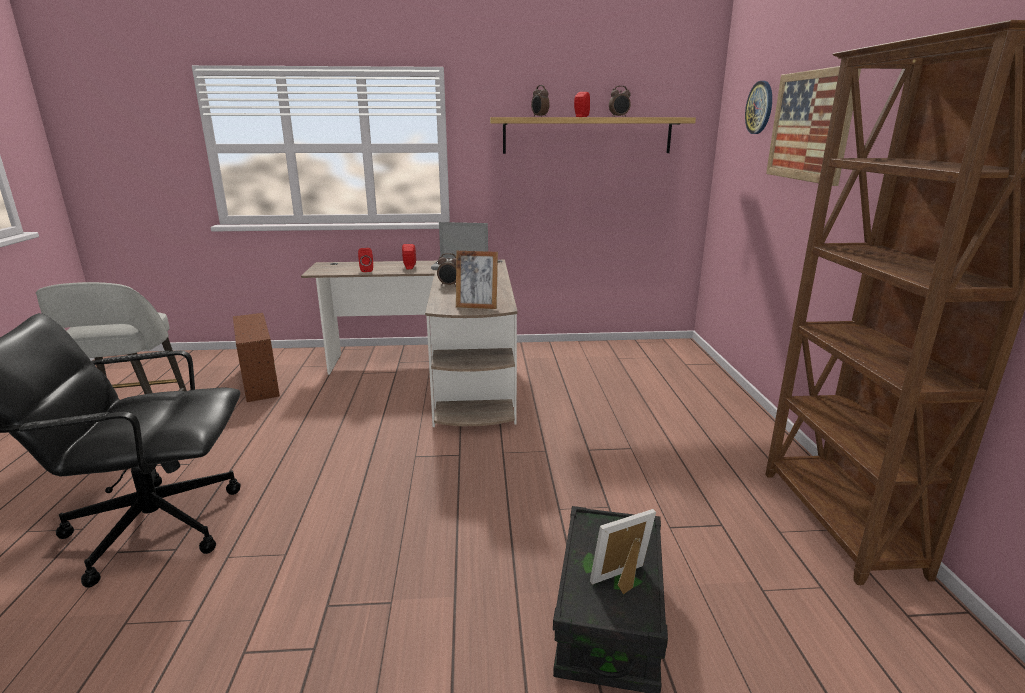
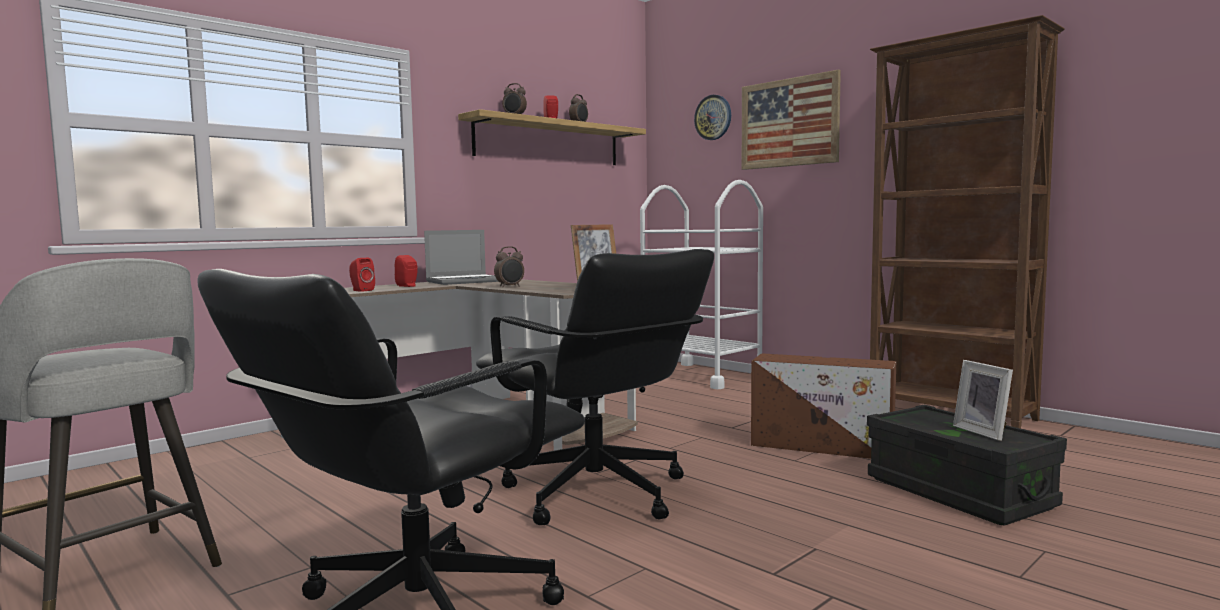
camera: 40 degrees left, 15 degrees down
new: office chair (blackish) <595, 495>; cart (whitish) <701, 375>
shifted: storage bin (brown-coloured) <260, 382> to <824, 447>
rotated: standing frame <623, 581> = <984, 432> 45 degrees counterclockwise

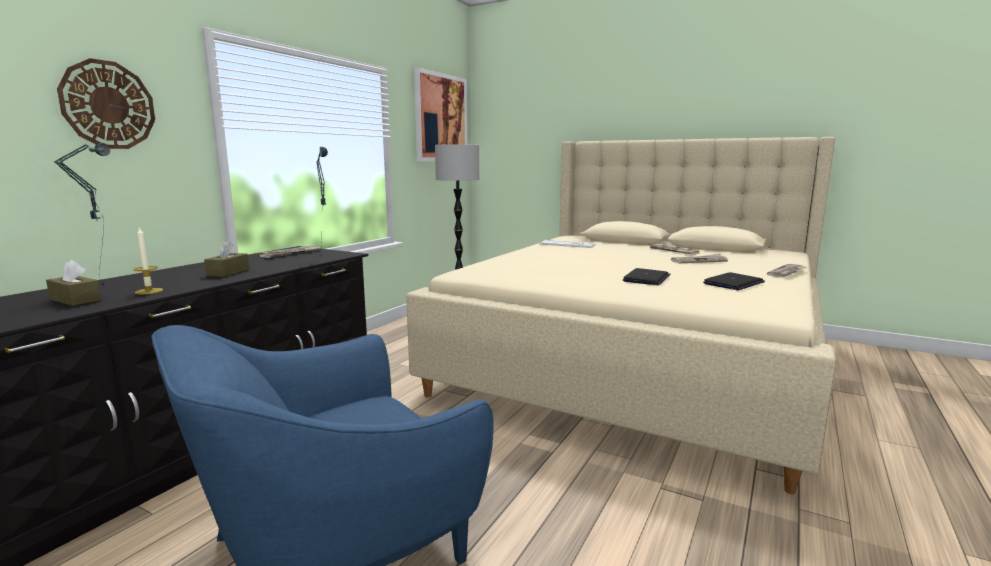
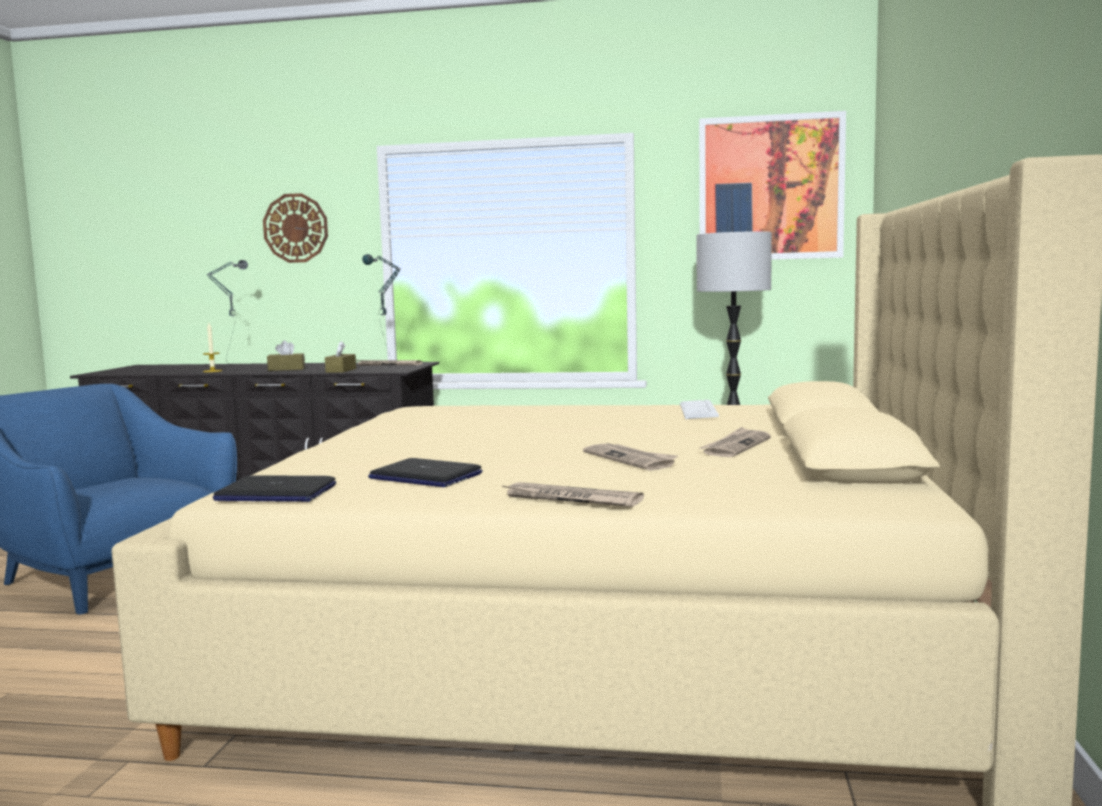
camera: 70 degrees right, 5 degrees down
shifted: box of tissues (brown-coloured) <75, 300> to <341, 370>; portable computer <646, 278> to <275, 493>

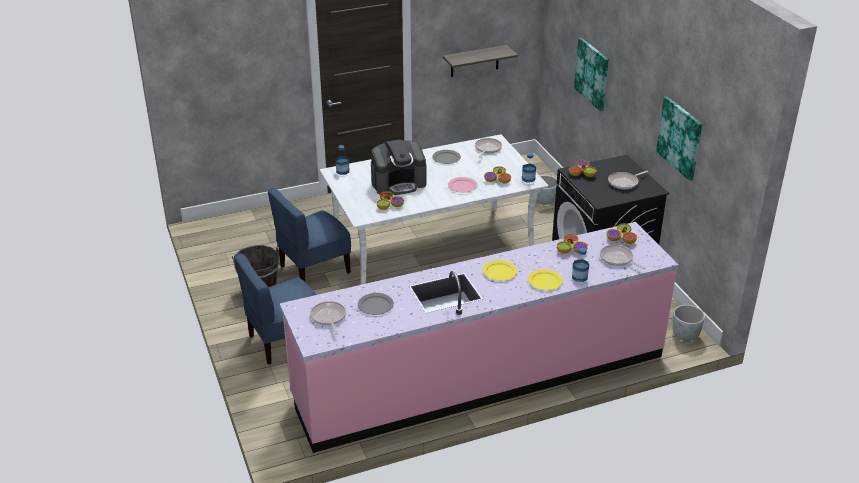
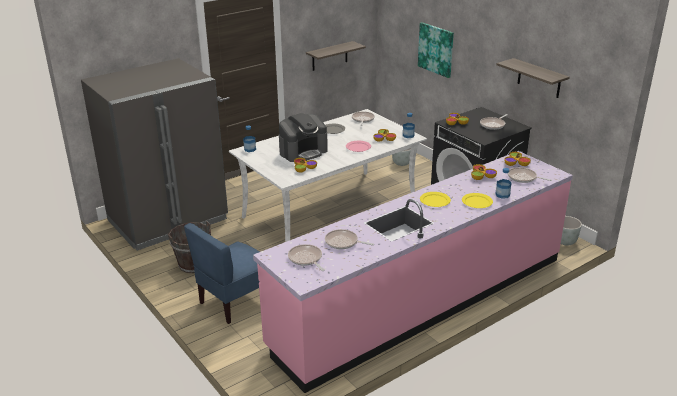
camera: 15 degrees left, 5 degrees down
gone: plain chair (blue-coloured) <314, 269>
new: refrigerator (gray) <168, 220>
swapped: dinner plate (gray) <375, 306> to skillet <343, 242>; wall art <680, 137> to wall shelf <539, 78>

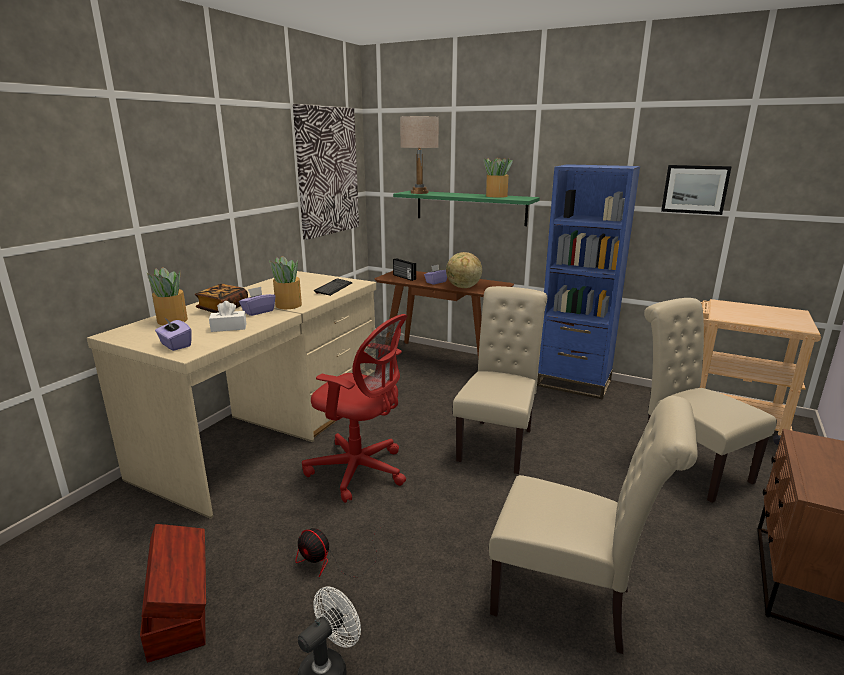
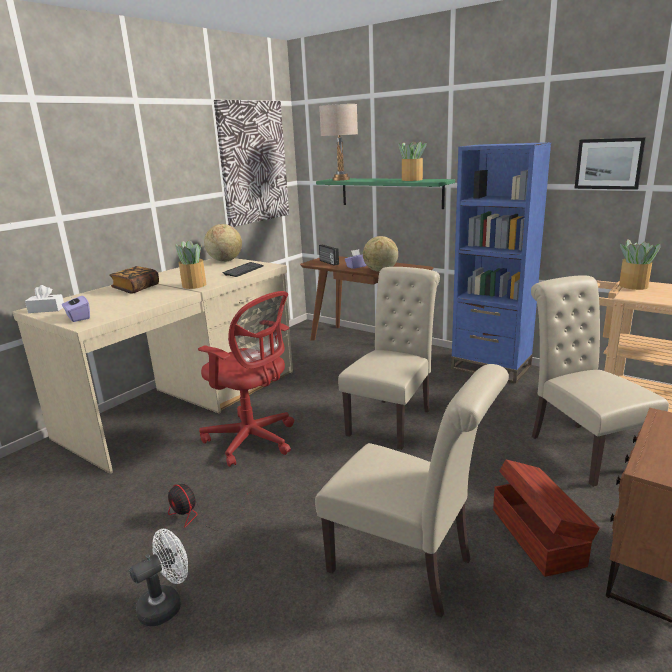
camera: 10 degrees right, 0 degrees up
gone: box of tissues (purplish) <258, 311>
new: globe <225, 261>
shifted: storage bin (brown-coloured) <180, 608> to <537, 535>; plant in a pot <172, 320> to <633, 286>; box of tissues (whitish) <229, 327> to <46, 309>

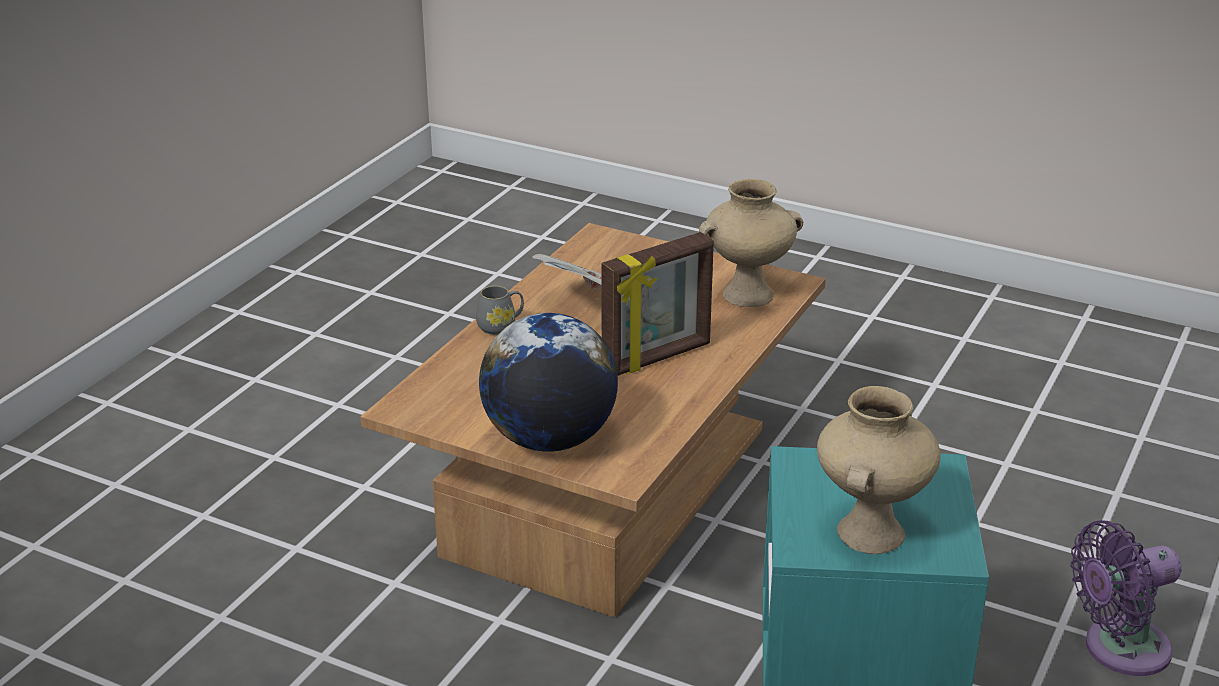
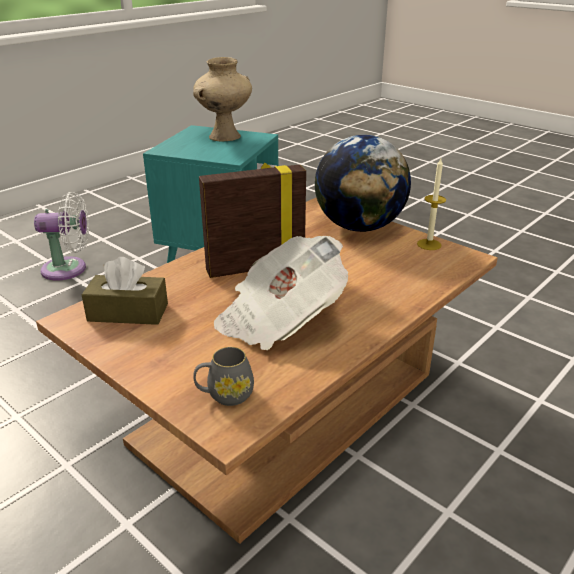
camera: 165 degrees left, 0 degrees up
new: wax candle <429, 244>
shifted: coffee mug (gray) <501, 326> to <225, 395>
swapped: decorative vase (beige) <748, 294> to box of tissues (brown-coloured) <128, 312>
repainted: fan (purplish) <1119, 649> to fan (whitish) <69, 269>

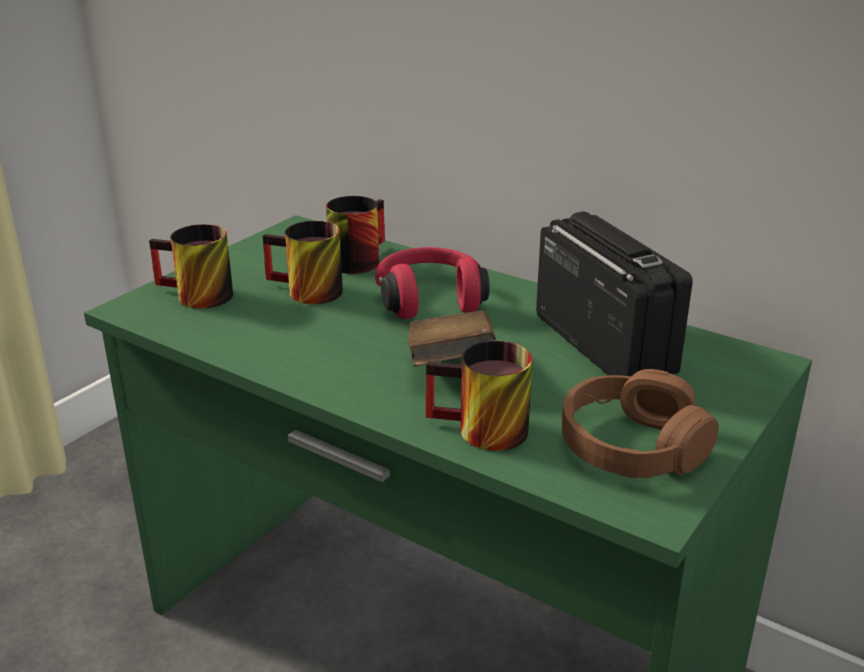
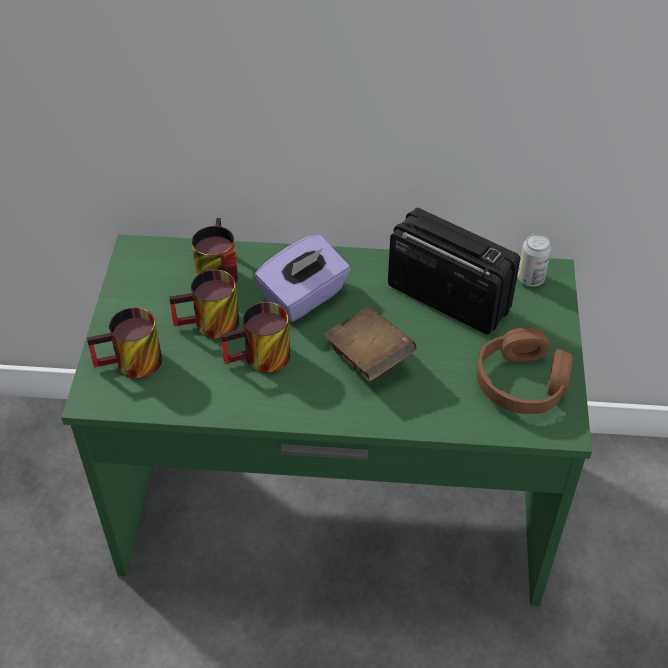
camera: 30 degrees left, 20 degrees up
new: metal can <530, 279>
shifted: coffee mug <480, 432> to <261, 360>
swapped: headset (reddish) <429, 299> to box of tissues (purplish) <304, 297>

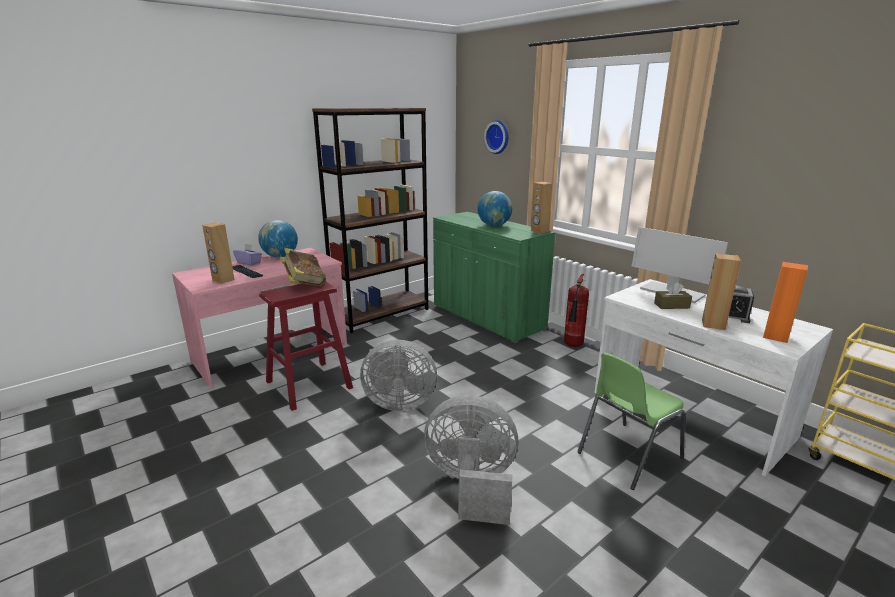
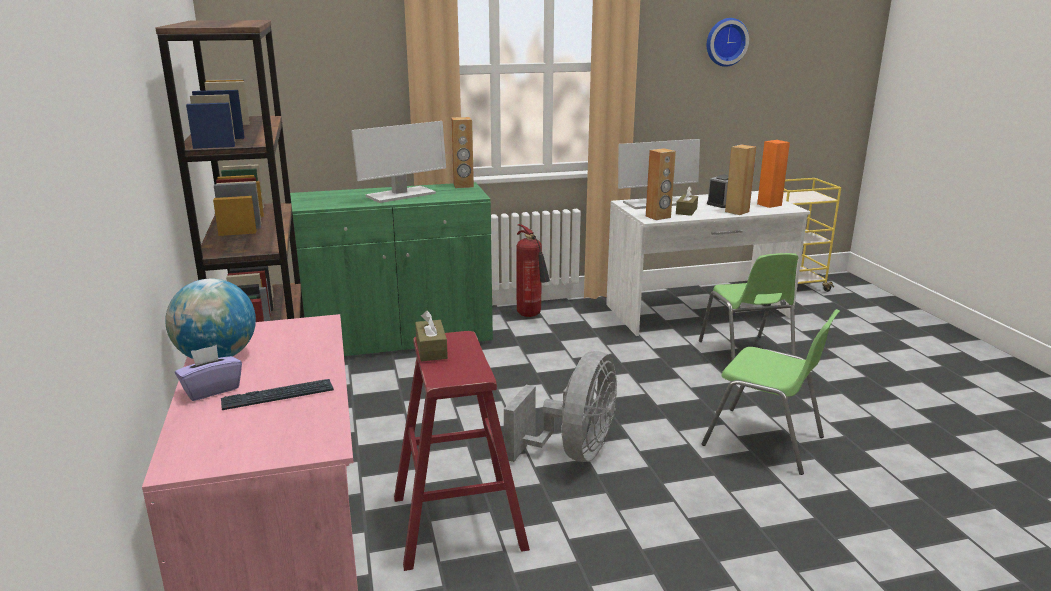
camera: 65 degrees left, 0 degrees up
shifted: audio speaker (brown-coloured) <223, 280> to <658, 217>; hanging clock <498, 137> to <725, 42>
swapped: book <304, 284> to box of tissues (brown-coloured) <431, 349>; fan (gray) <472, 485> to plain chair (green-coloured) <765, 441>; globe <494, 225> to computer screen <400, 195>

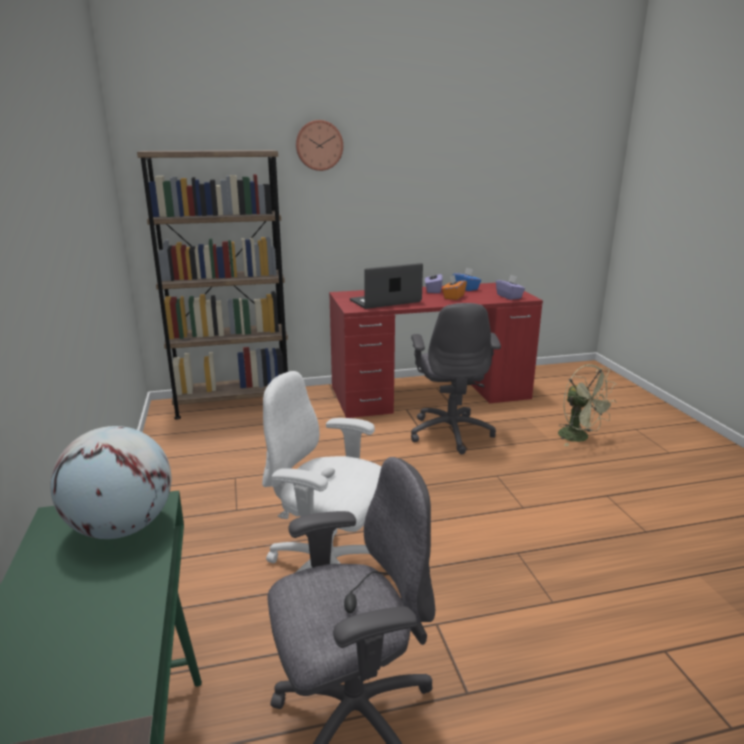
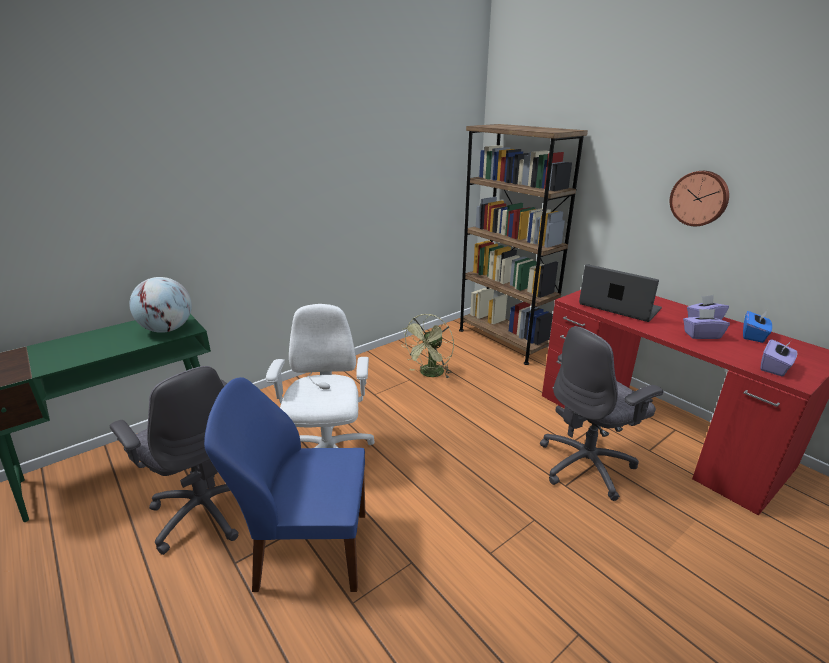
camera: 65 degrees right, 5 degrees up
new: plain chair (blue-coloured) <309, 549>
shifted: hanging clock <319, 145> to <699, 198>; fan (green-coloured) <579, 438> to <430, 374>
repainted: box of tissues (orange) <453, 297> to box of tissues (purplish) <701, 335>

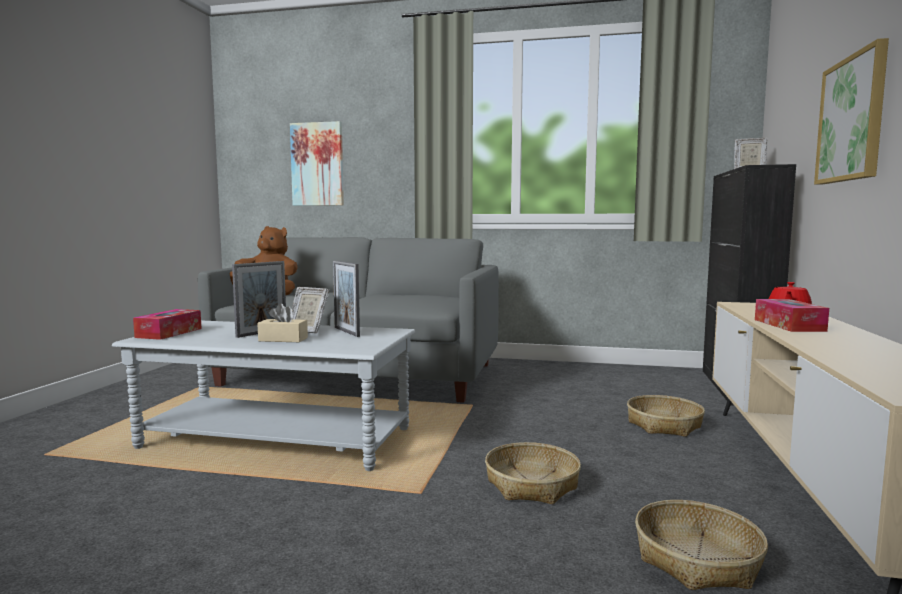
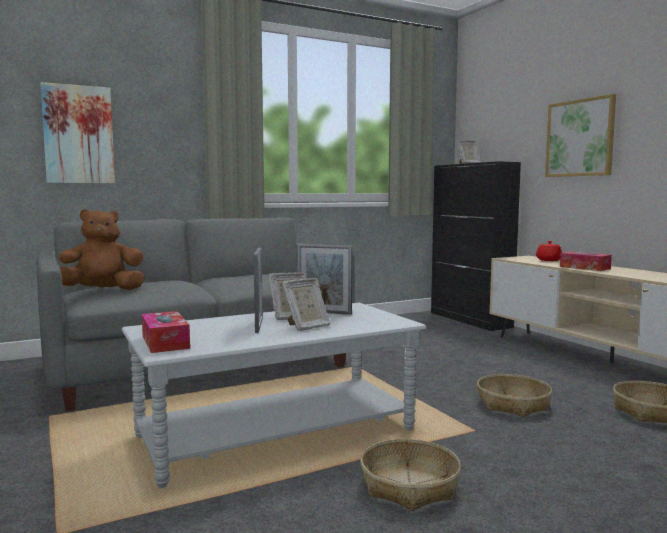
camera: 40 degrees left, 0 degrees up
shifted: storage basket <664, 425> to <410, 485>
swapped: box of tissues (beige) <283, 339> to standing frame <306, 326>

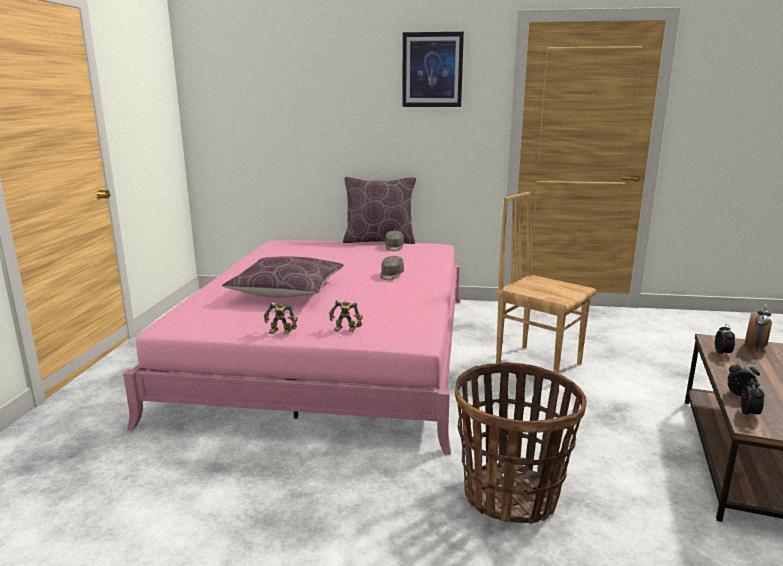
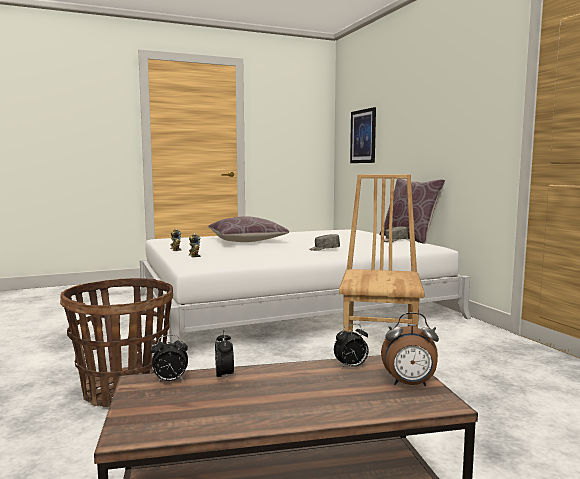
camera: 60 degrees right, 10 degrees down
shifted: wall art <432, 70> to <363, 136>
repainted: sleeping bed (pink) <332, 350> to sleeping bed (whitish) <290, 305>

